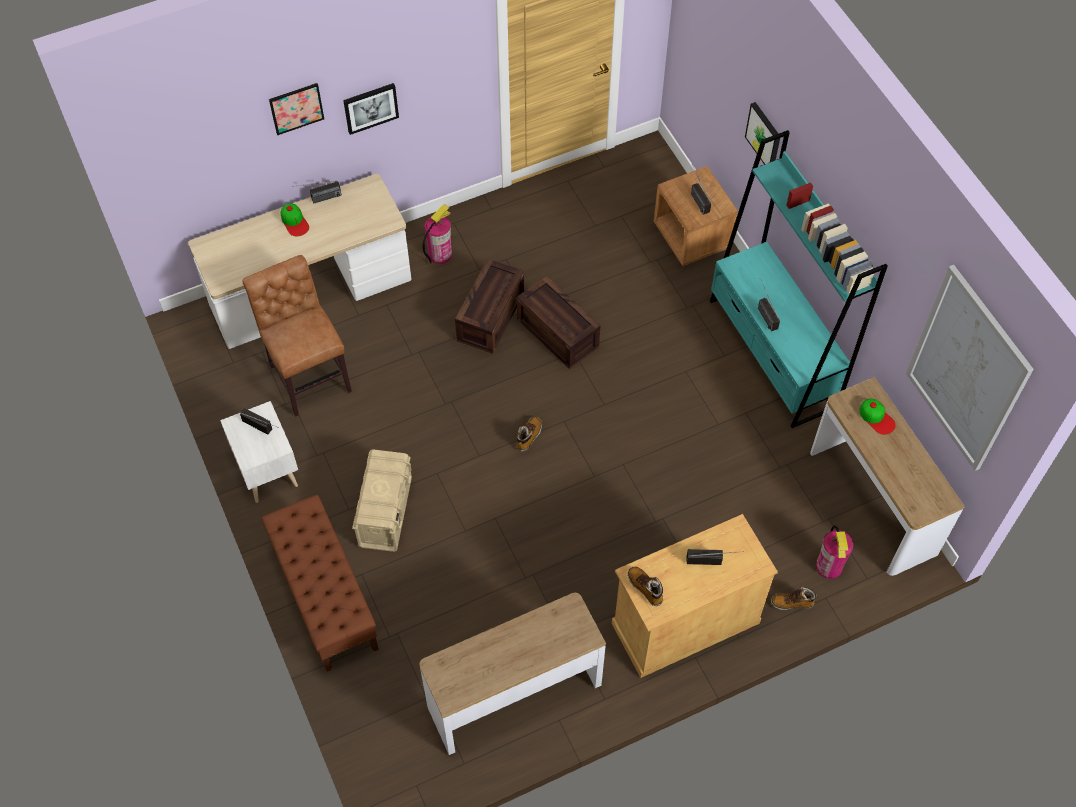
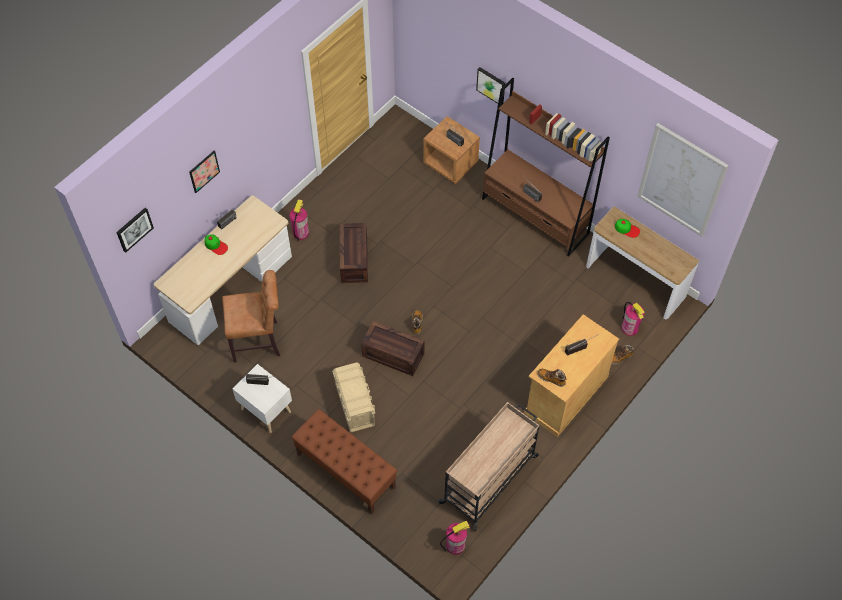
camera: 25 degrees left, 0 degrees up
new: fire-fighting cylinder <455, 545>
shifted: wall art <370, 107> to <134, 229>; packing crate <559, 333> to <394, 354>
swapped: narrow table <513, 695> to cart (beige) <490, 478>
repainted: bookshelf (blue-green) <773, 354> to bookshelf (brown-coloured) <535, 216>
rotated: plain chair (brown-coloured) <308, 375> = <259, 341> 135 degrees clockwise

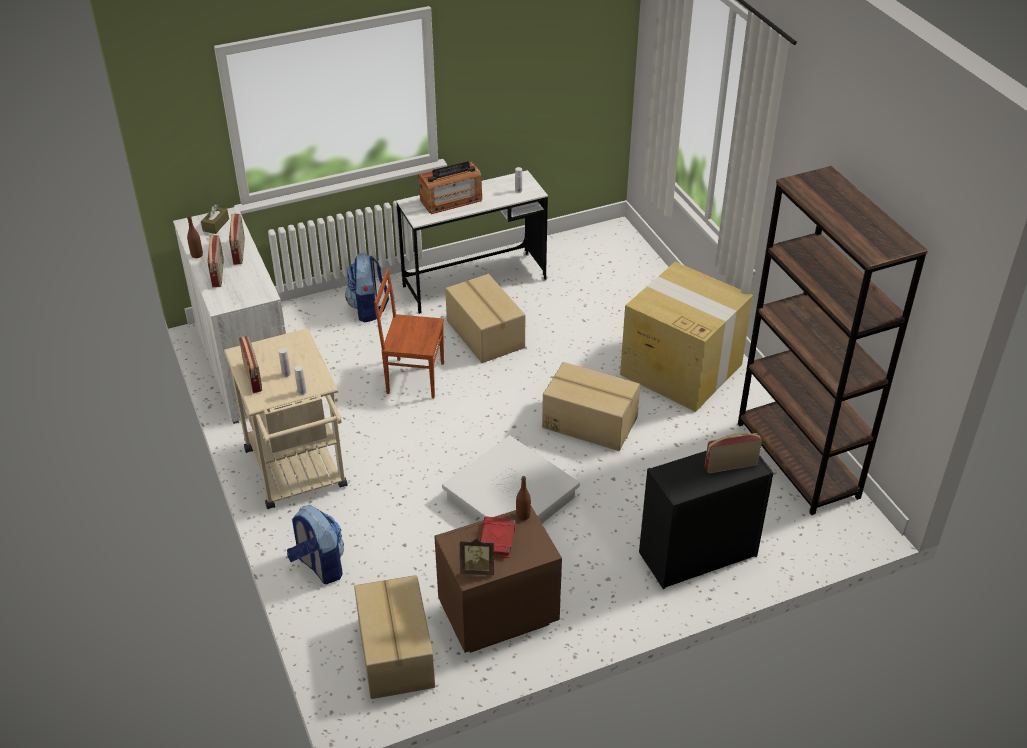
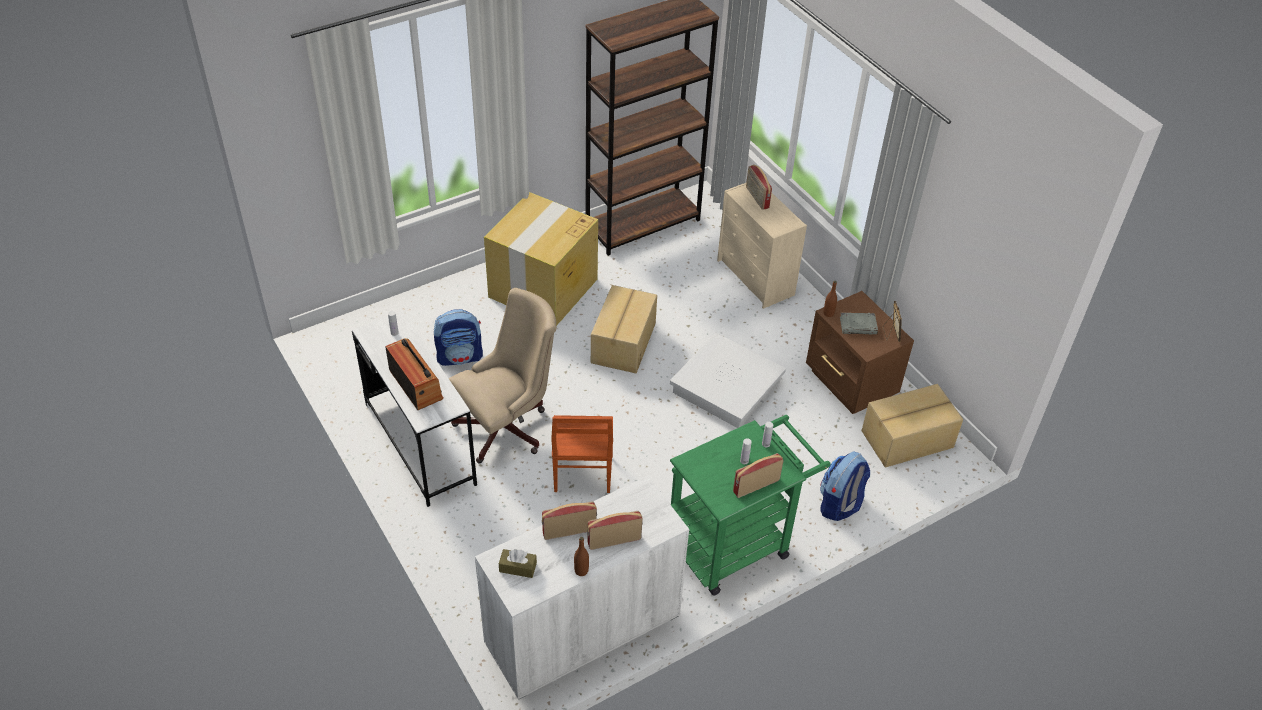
camera: 100 degrees left, 5 degrees up
shifted: rucksack <368, 309> to <460, 357>
swapped: carton <484, 334> to office chair (beige) <508, 427>
repainted: cart (beige) <298, 475> to cart (green-coloured) <737, 543>; book (reddish) <496, 540> to book (gray) <858, 326>; dresser (blackish) <696, 554> to dresser (beige) <756, 278>

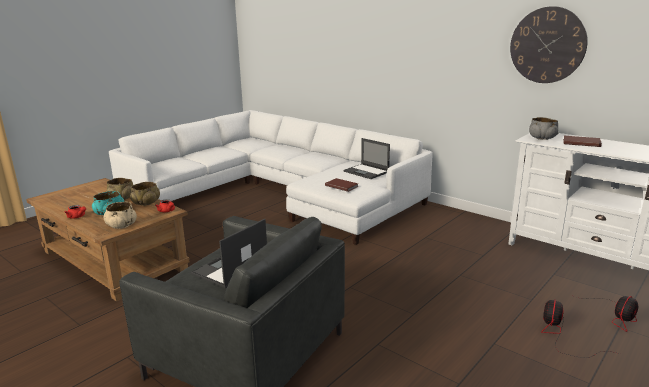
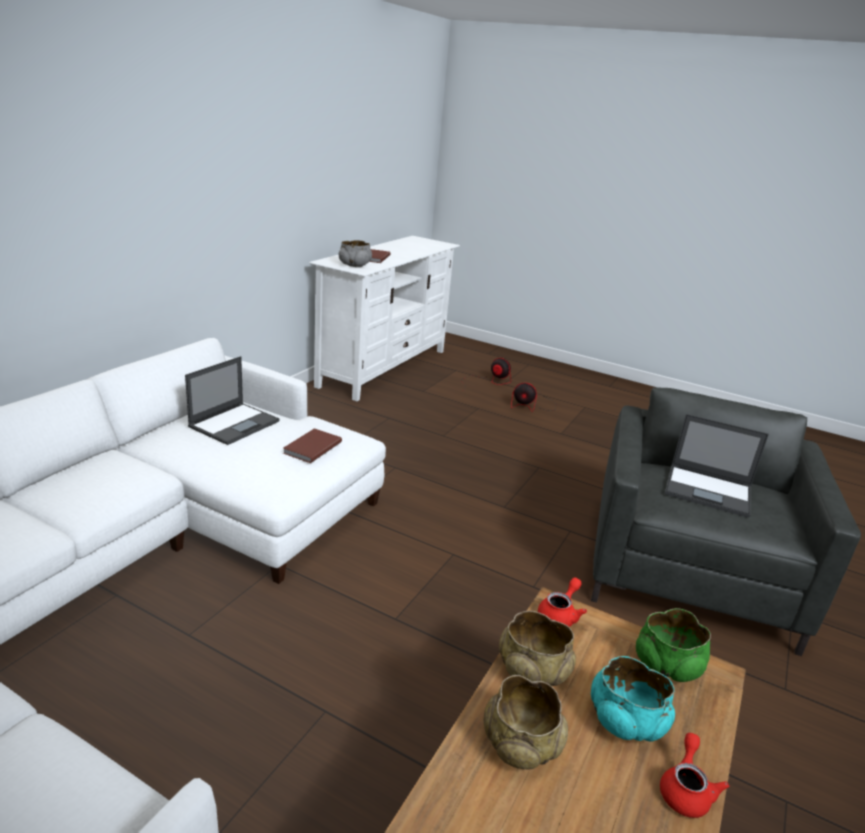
camera: 105 degrees left, 5 degrees up
gone: hanging clock <547, 45>
repainted: serving bowl (beige) <122, 225> to serving bowl (green-coloured) <667, 664>

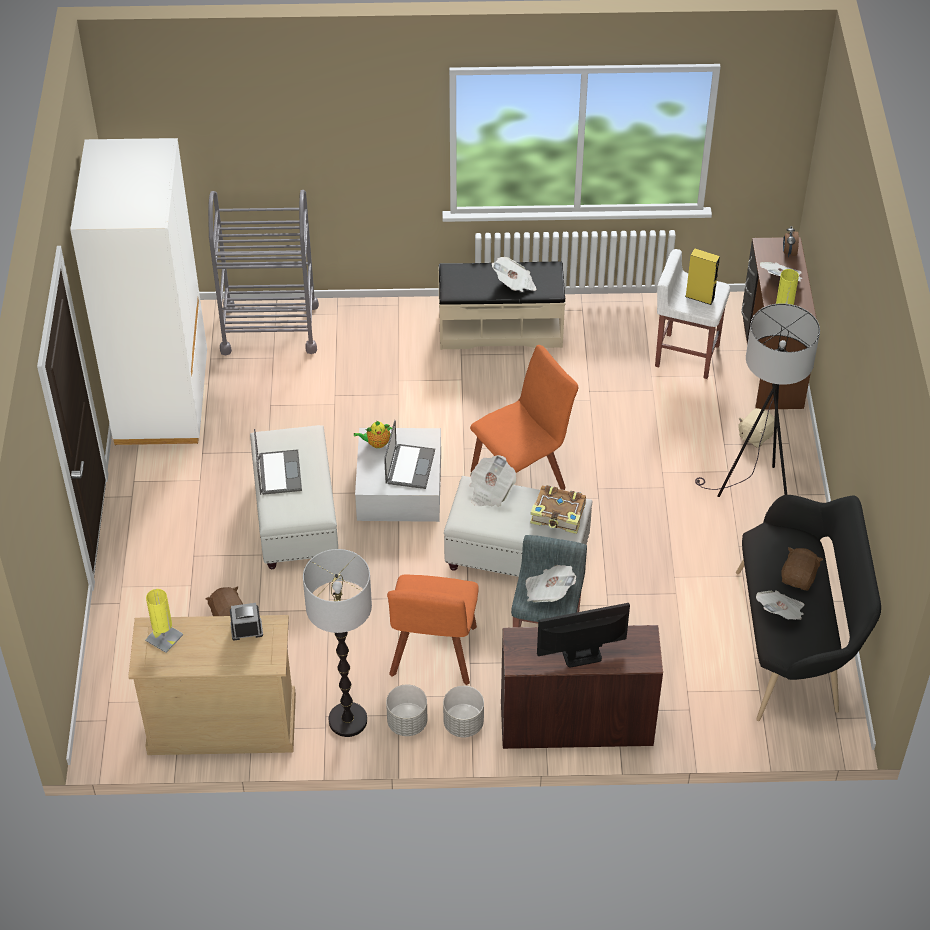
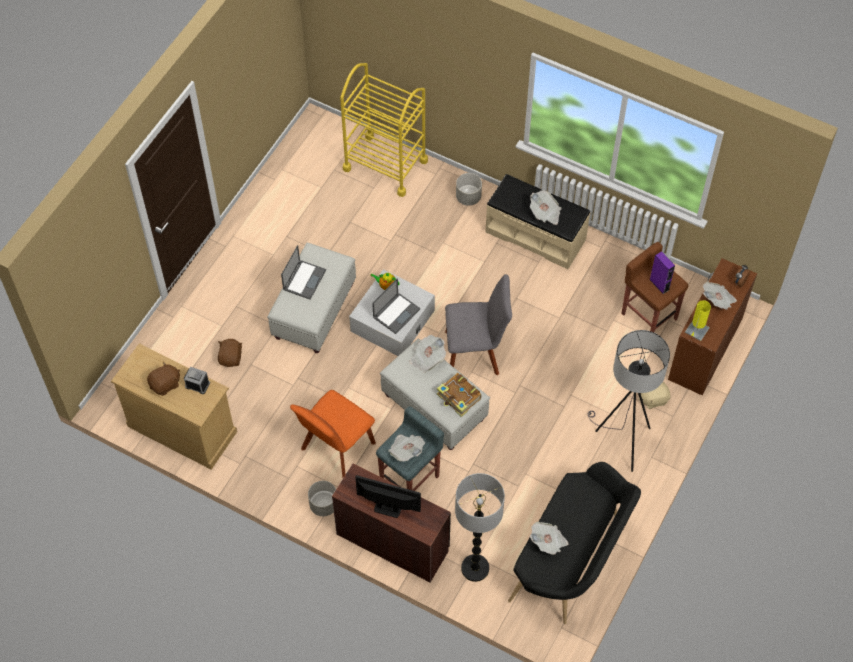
camera: 30 degrees right, 10 degrees up
gone: armoire (whitish) <162, 401>; tabletop lamp (yellow) <164, 637>
shifted: standing lamp <347, 720> to <475, 568>; plant pot (gray) <407, 722> to <468, 197>; soft toy (brown-coloured) <799, 578> to <165, 384>
repainted: cart (gray) <270, 328> to cart (yellow) <385, 164>; plain chair (orange) <521, 476> to plain chair (gray) <475, 352>; stool seat (whitish) <686, 355> to stool seat (brown-coloured) <648, 315>; audio speaker (yellow) <700, 297> to audio speaker (purplish) <659, 284>

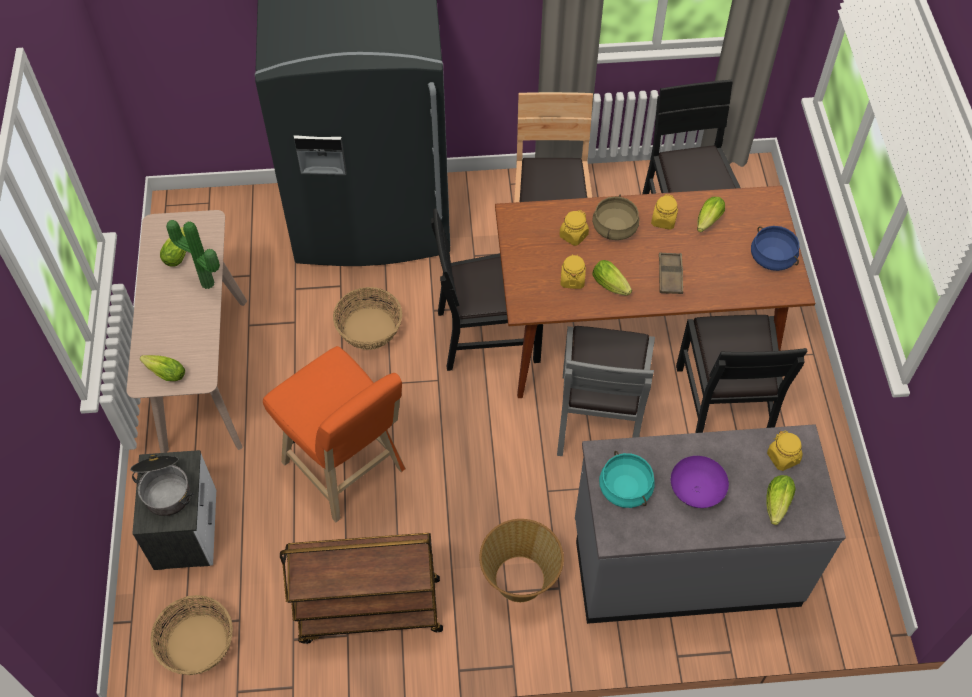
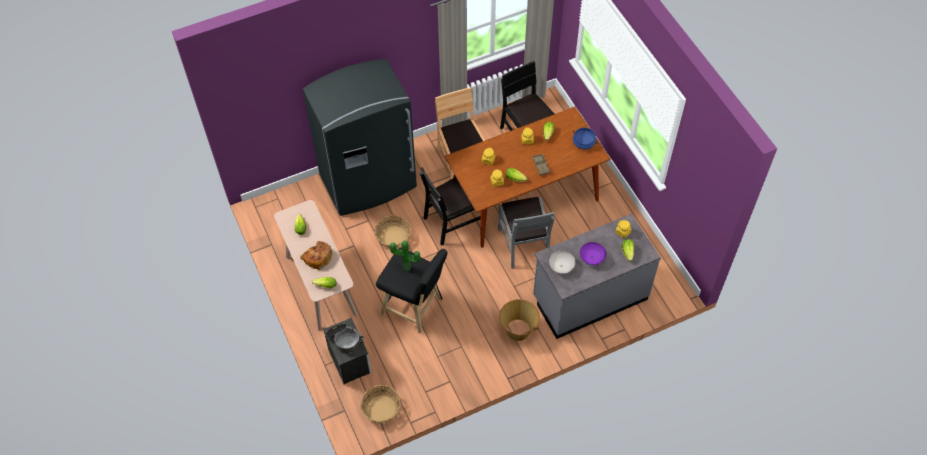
camera: 20 degrees left, 0 degrees up
gone: cart (brown-coloured) <369, 611>; cooking pot (beige) <614, 228>; plain chair (blackish) <723, 404>
new: bread <317, 257>
shifted: plant in a pot <206, 285> to <406, 269>
swapped: cooking pot (blue-green) <626, 488> to serving bowl (whitish) <561, 267>
repainted: stool seat (orange) <347, 470> to stool seat (blackish) <415, 308>

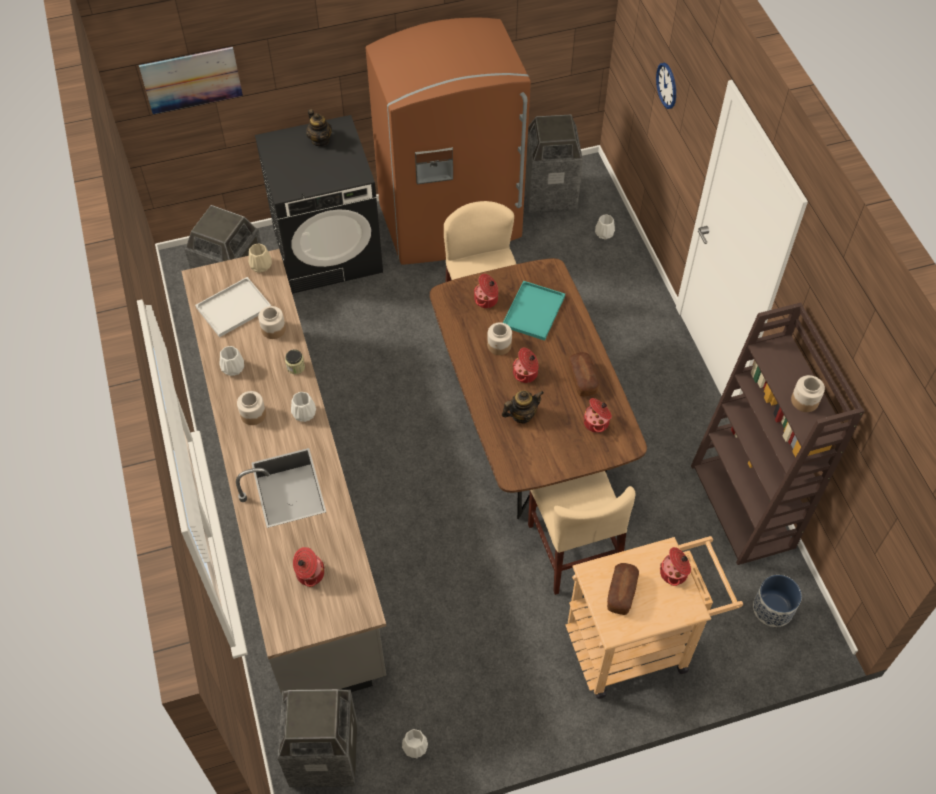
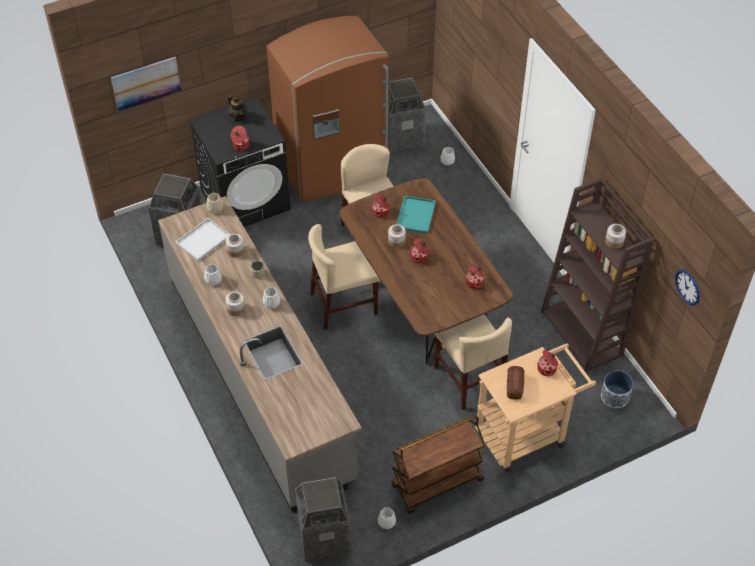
camera: 10 degrees left, 5 degrees down
gone: pot for tea <521, 415>; bread <582, 379>
new: plain chair (beige) <343, 304>; cart (brown-coloured) <436, 484>
shifted: cooking pot <309, 574> to <240, 145>; hanging clock <667, 85> to <687, 287>

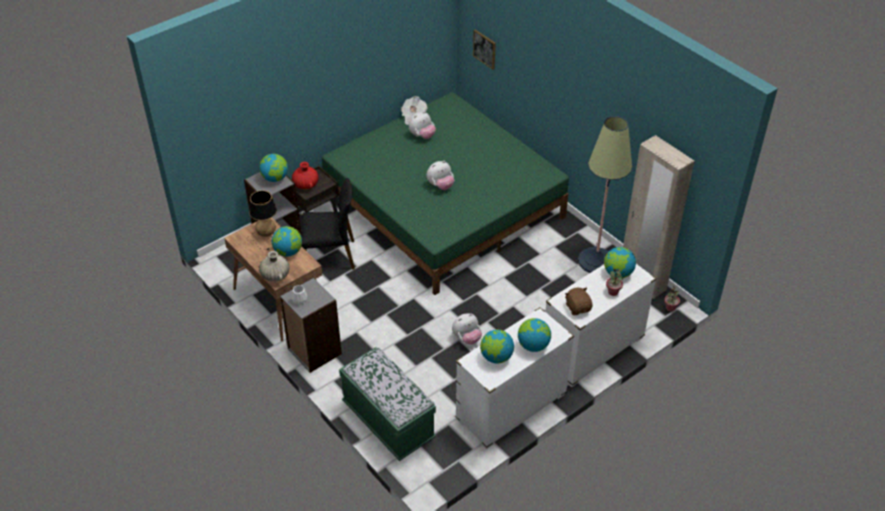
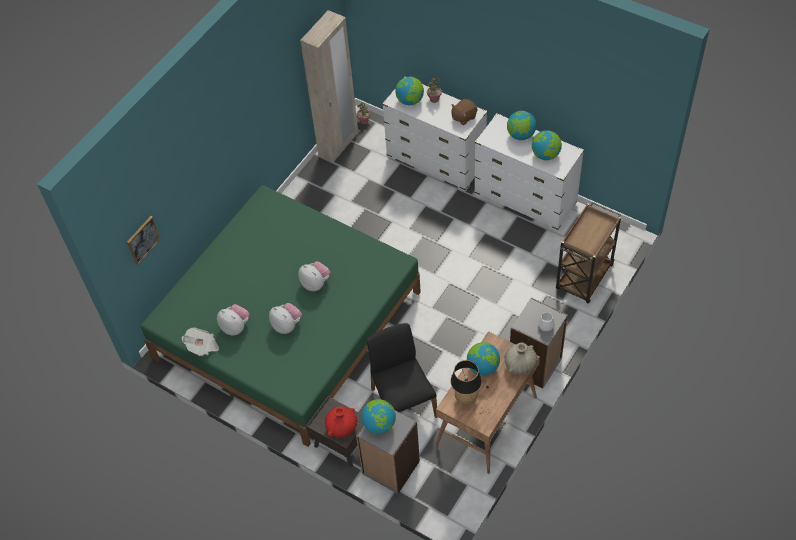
camera: 105 degrees left, 10 degrees up
gone: standing lamp <596, 261>
shifted: soft toy <467, 338> to <287, 325>
swapped: long seat (green-coloured) <388, 422> to cart (brown-coloured) <584, 278>

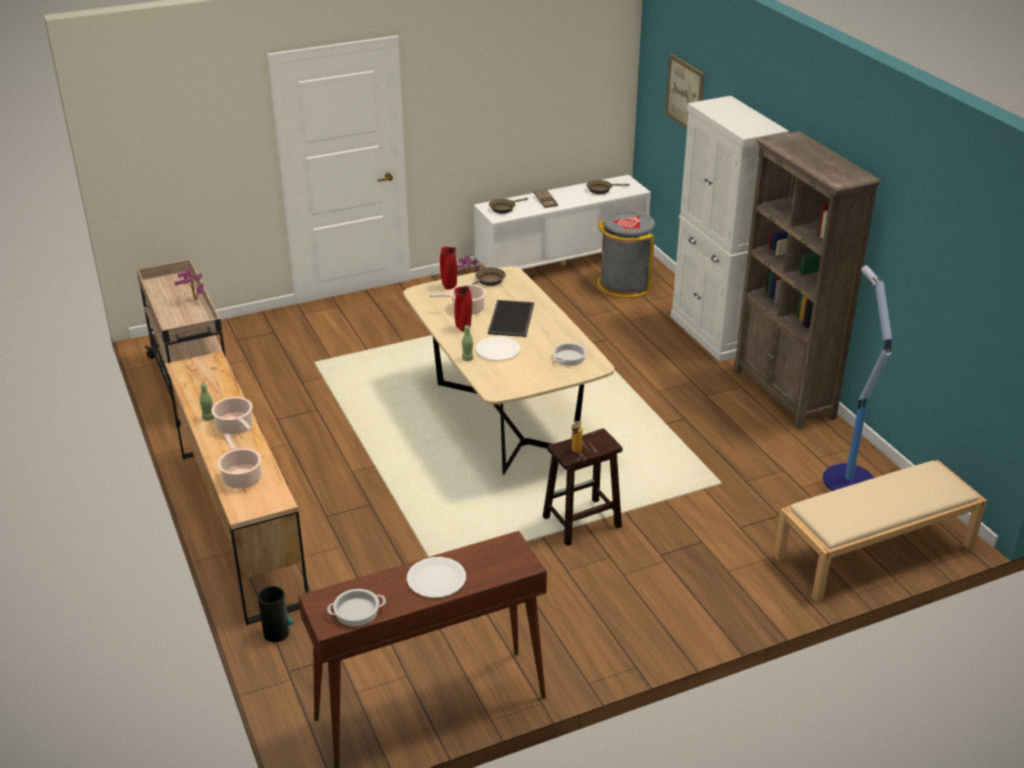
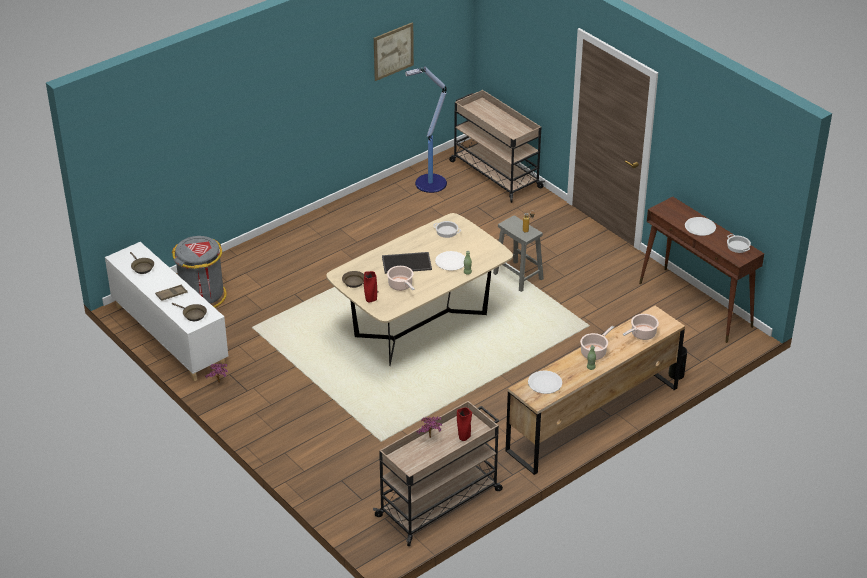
camera: 105 degrees left, 5 degrees up
gone: cabinet (whitish) <714, 333>; bookshelf (brown-coloured) <784, 394>
new: dinner plate (whitish) <545, 383>
shifted: decorative vase (reddish) <463, 328> to <463, 437>; wall art <685, 94> to <393, 51>
swapped: long seat (beige) <873, 552> to cart (beige) <494, 174>
repainted: stool seat (brown-coloured) <581, 522> to stool seat (gray) <519, 276>

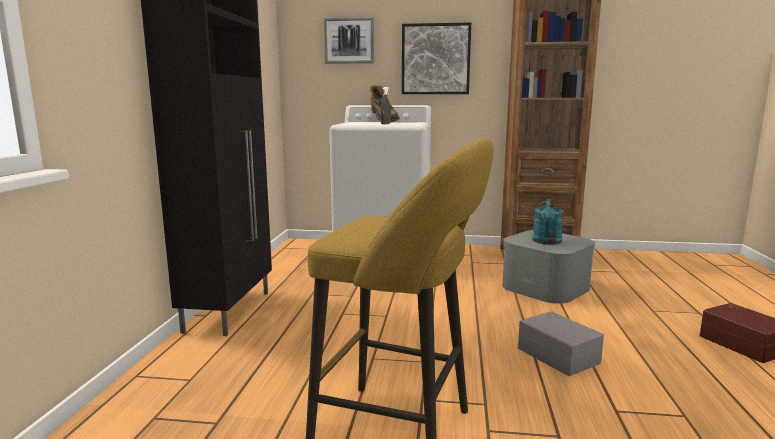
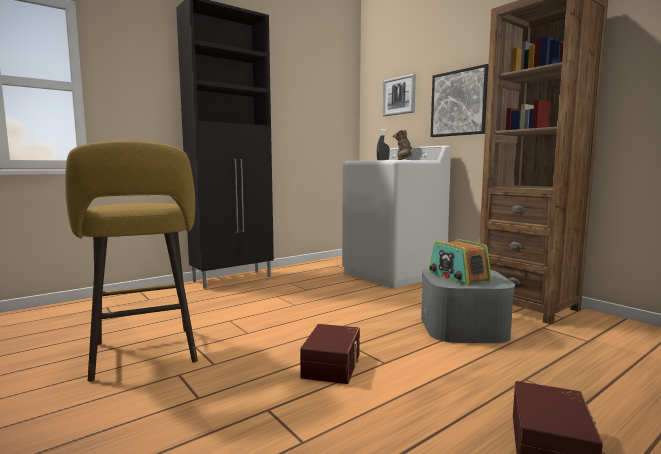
camera: 45 degrees right, 5 degrees down
swapped: watering pot (blue-green) <547, 242> to radio receiver <458, 277>
repainted: storage bin (gray) <559, 355> to storage bin (brown-coloured) <333, 365>

